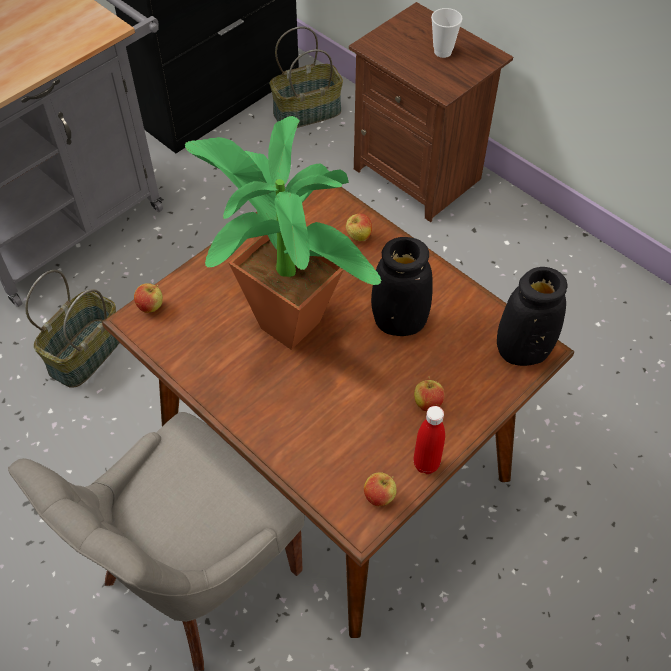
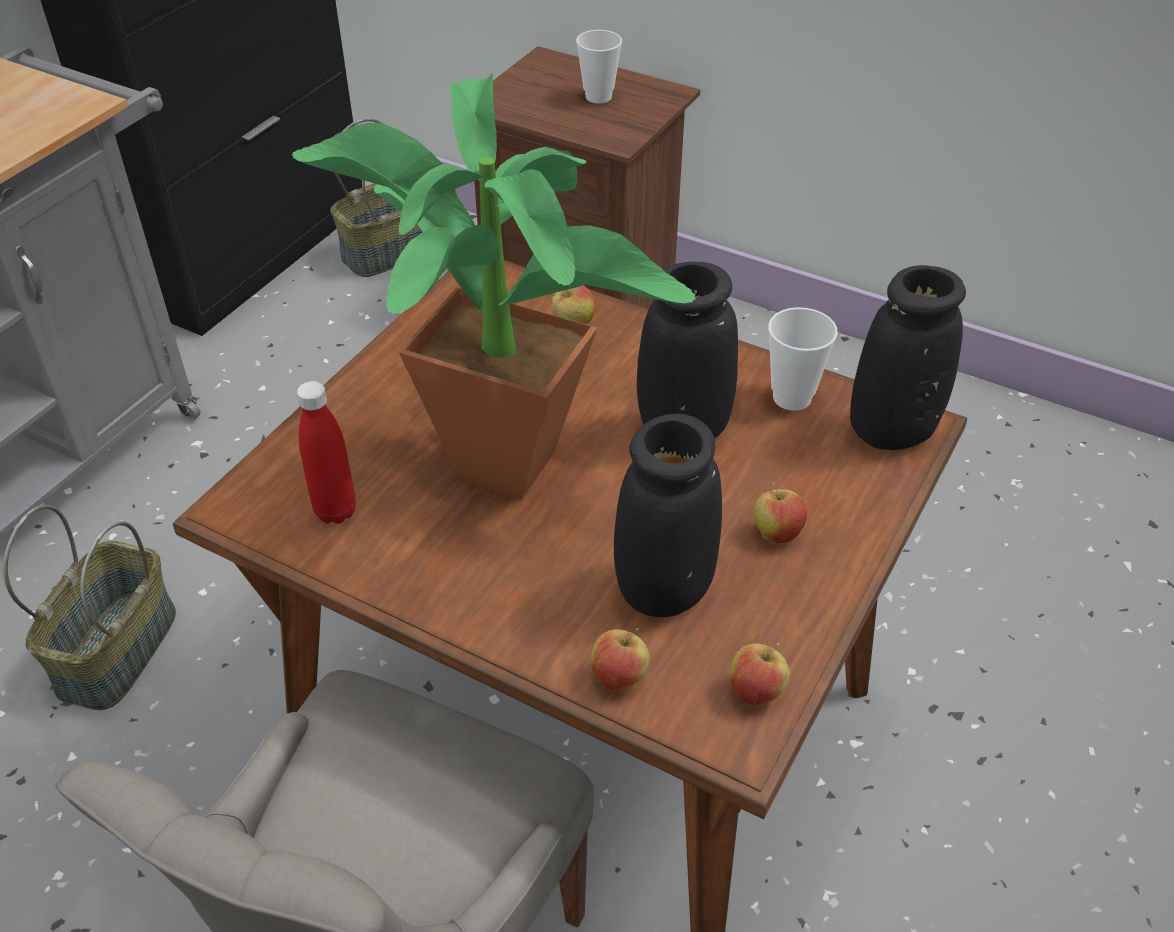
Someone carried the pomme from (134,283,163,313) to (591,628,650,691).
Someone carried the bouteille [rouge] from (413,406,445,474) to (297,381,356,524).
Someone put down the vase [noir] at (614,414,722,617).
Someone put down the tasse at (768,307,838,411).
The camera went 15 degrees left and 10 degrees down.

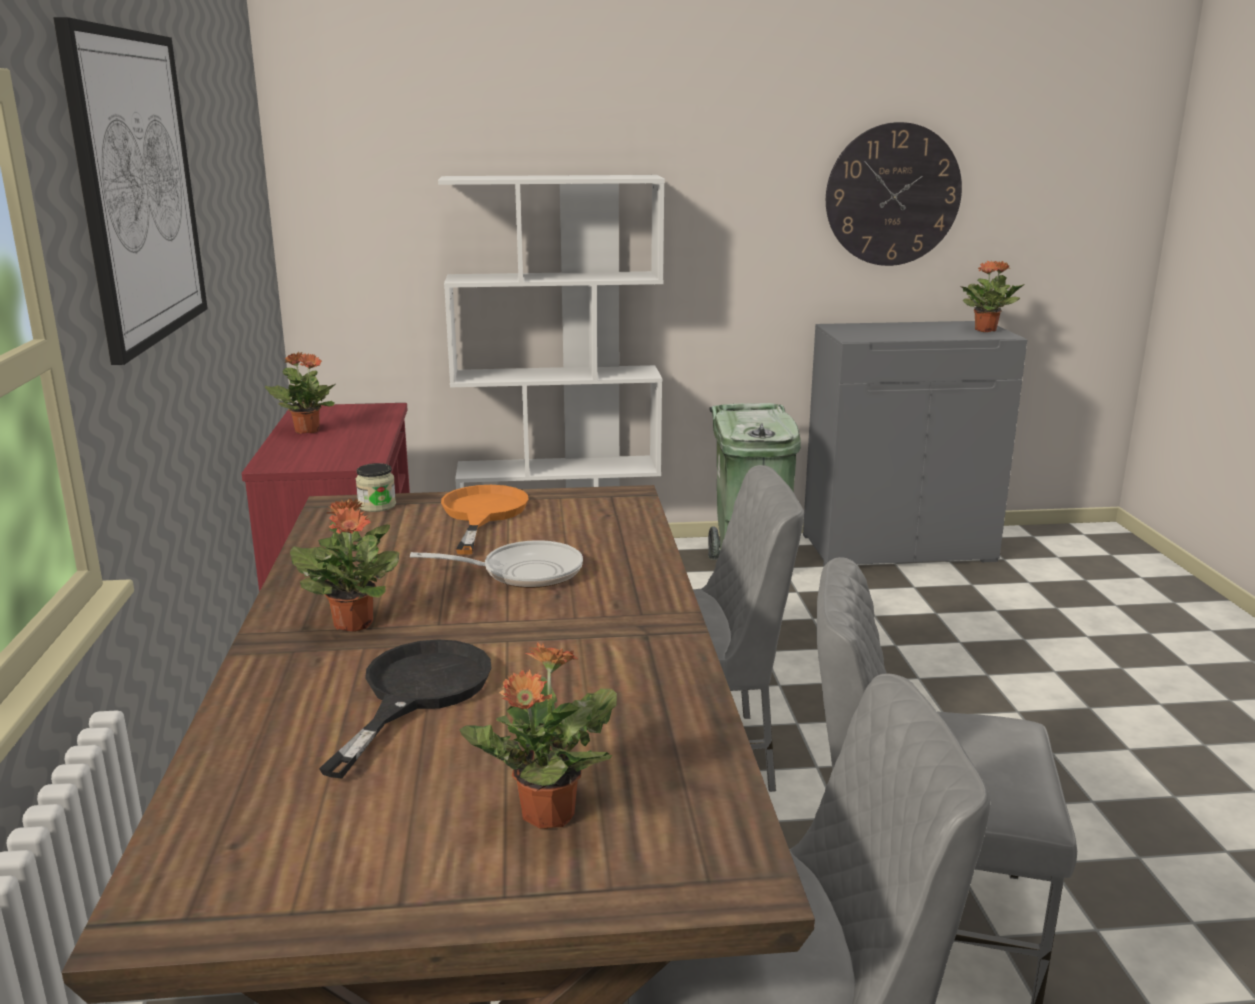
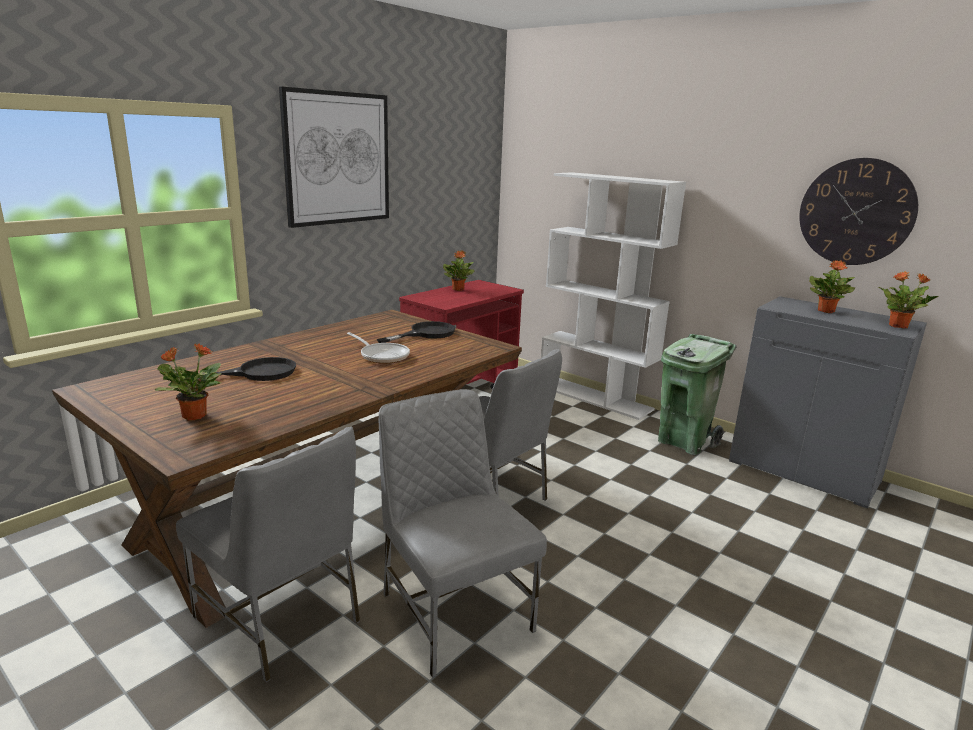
Someone carried the plante en pot from (290,498,399,631) to (809,260,855,313).
Someone took away the bocal at (356,463,396,512).
Someone repainted the poêle [orange] at (441,485,528,555), which became the poêle [noir] at (377,321,456,343).
The camera went 45 degrees right and 0 degrees up.

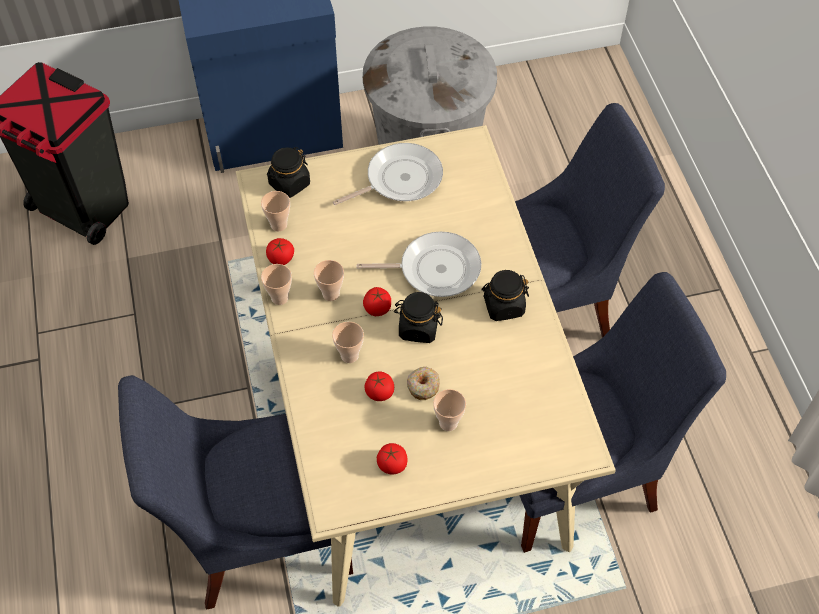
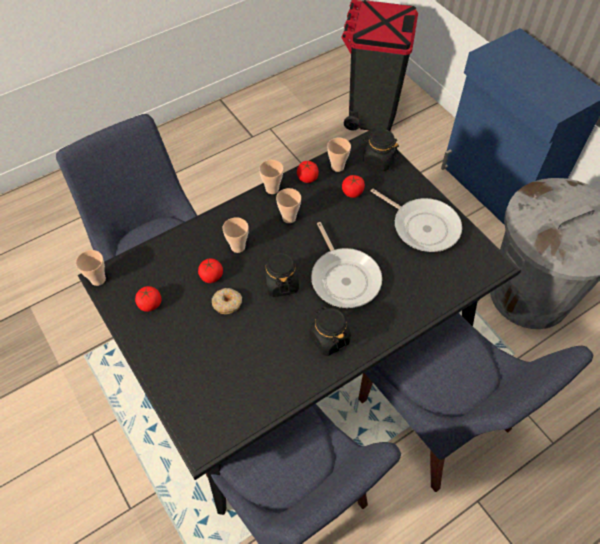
Someone repainted the table à manger [beige] at (236,125,616,607), which became the table à manger [noir] at (78,128,521,515).
Someone carried the tomate from (363,287,391,316) to (342,175,365,198).
Someone carried the tasse from (433,389,466,431) to (76,250,106,286).
The camera went 70 degrees right and 0 degrees up.

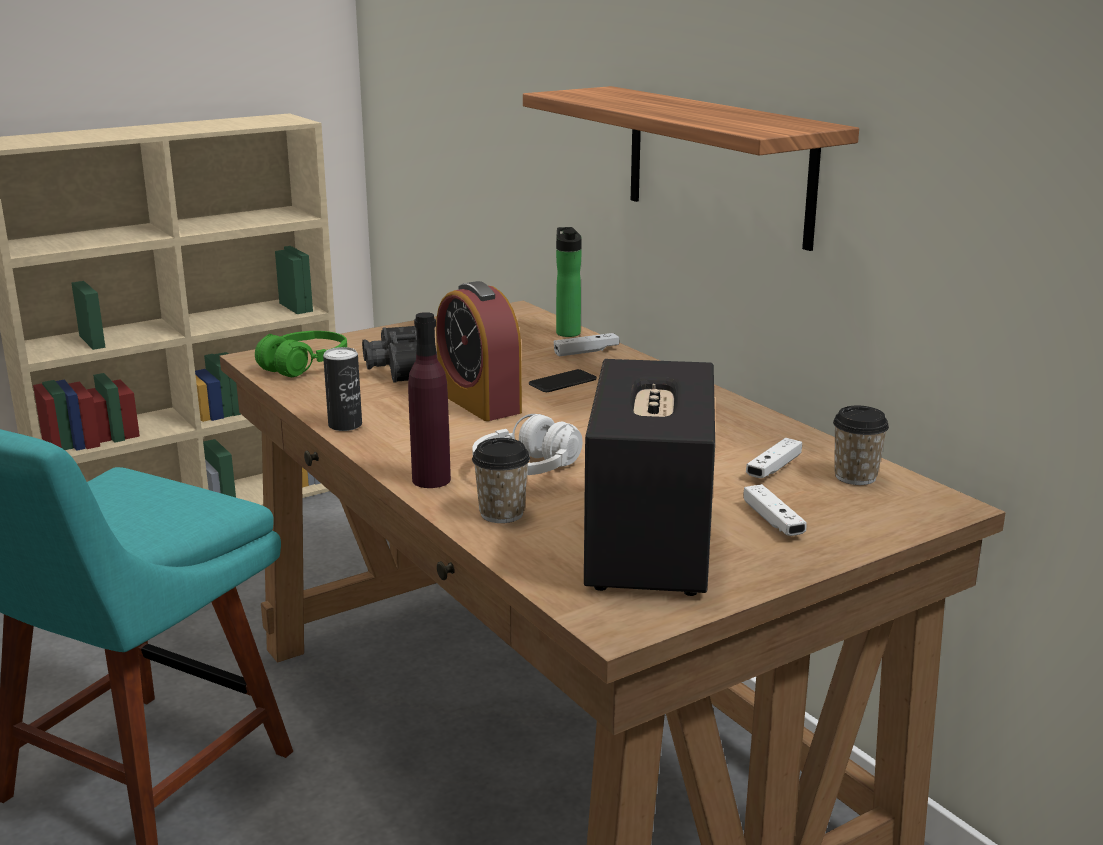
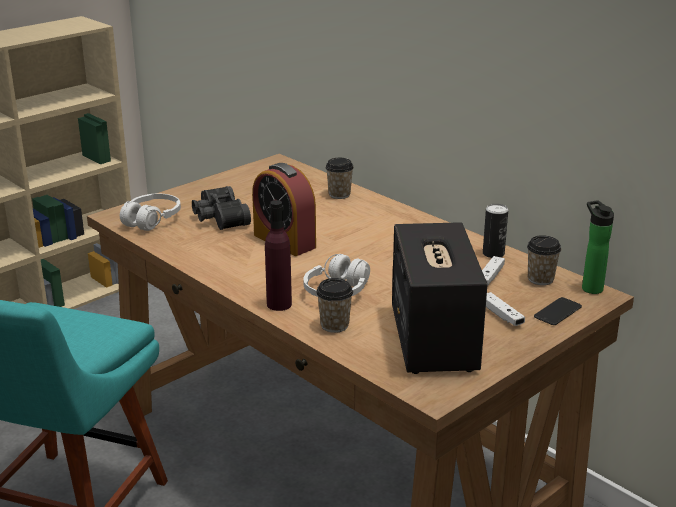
Someone repainted the casque audio [vert] at (255,331,347,377), which became the casque audio [blanc] at (120,194,181,231).
Someone carried the boîte métallique from (323,347,362,431) to (483,204,508,258).
Someone took away the étagère at (523,86,859,251).
Someone carried the téléphone from (529,369,597,392) to (534,297,582,325).
Someone swapped the manette [blanc] at (554,333,619,356) for the tasse at (325,158,354,199).
Someone carried the bouteille from (556,227,582,337) to (582,200,614,294).
The camera went 10 degrees left and 5 degrees up.

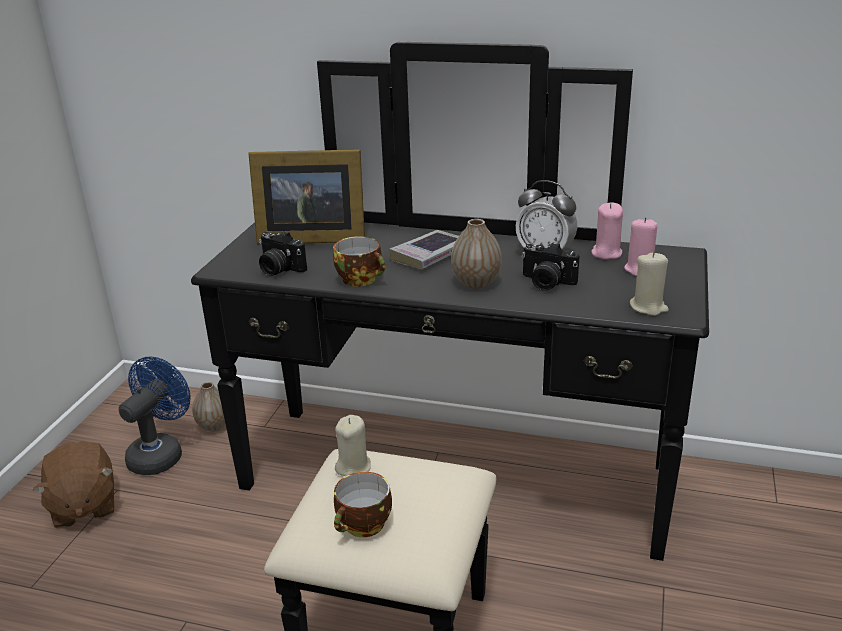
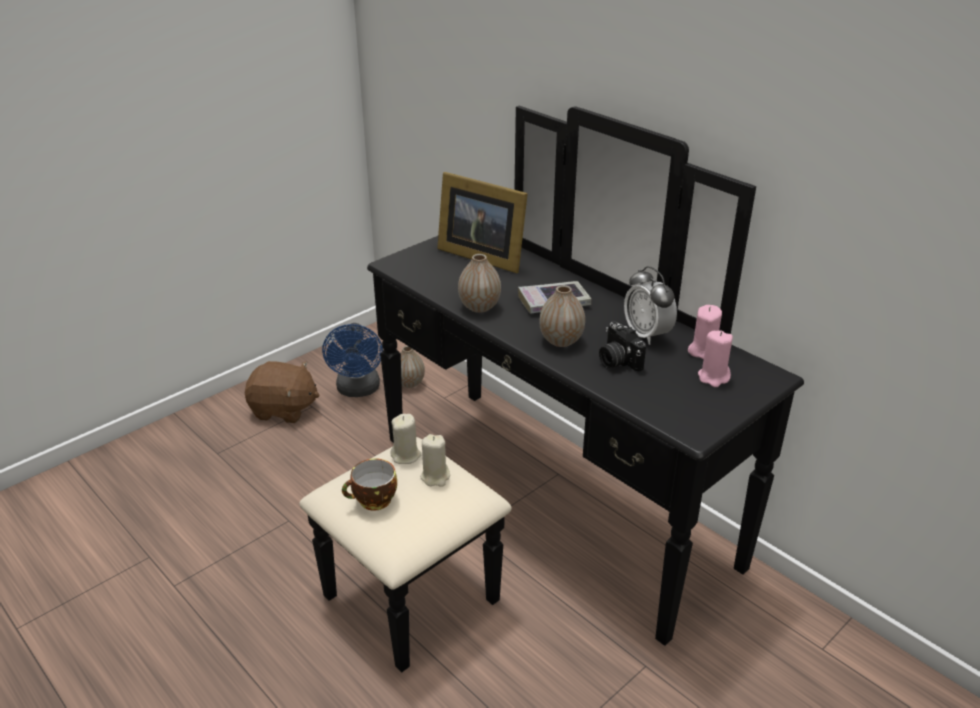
Someone rotated the peluche [marron] at (33,441,114,528) by 90 degrees counterclockwise.
Someone rotated the ventilateur [bleu] at (119,357,191,475) by 120 degrees clockwise.
Someone took away the appareil photo at (259,231,307,276).
Someone swapped the tasse at (333,236,385,287) for the vase at (458,254,501,313).
Someone carried the bougie [beige] from (630,252,669,316) to (420,434,450,487).
The camera went 30 degrees right and 5 degrees up.

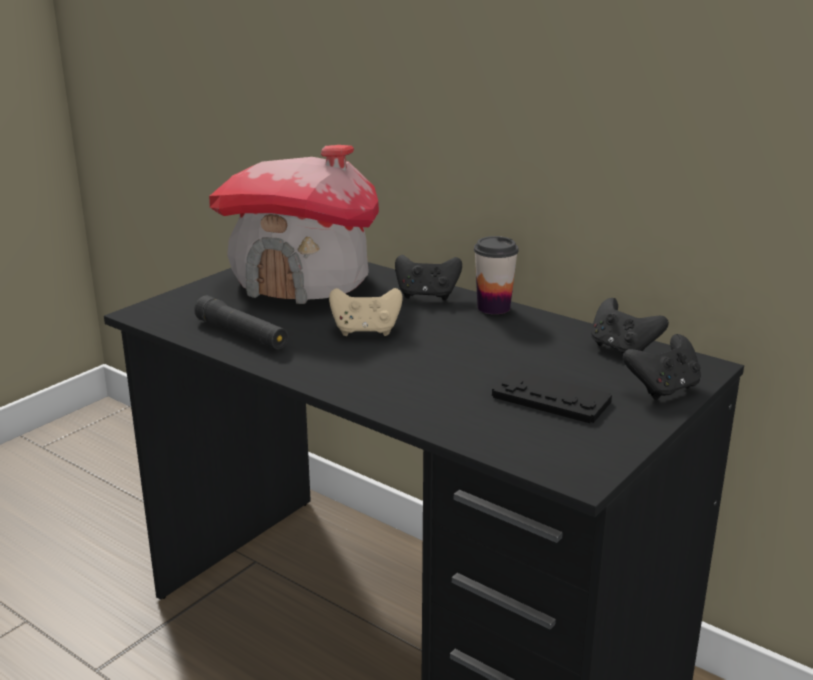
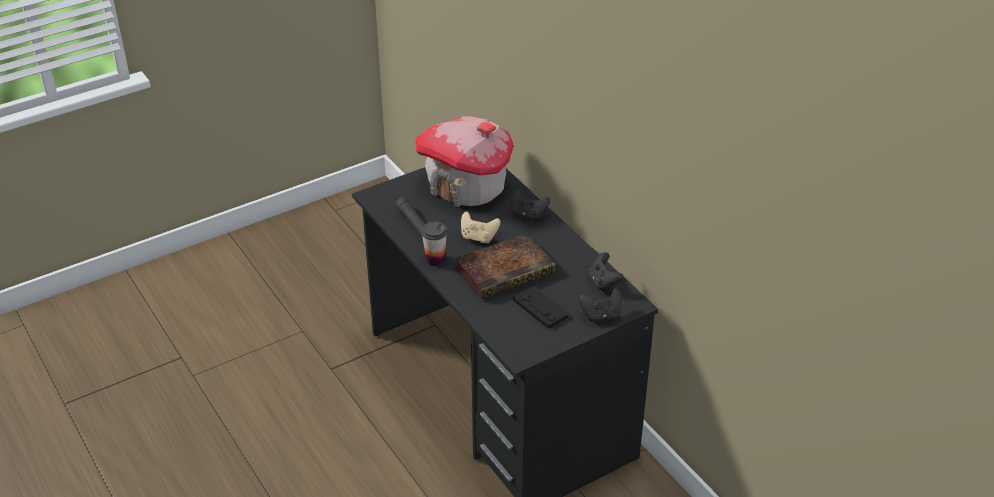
Someone carried the tasse from (474,236,519,314) to (421,221,447,266).
Someone put down the livre at (455,233,556,299).
The camera went 20 degrees right and 15 degrees up.

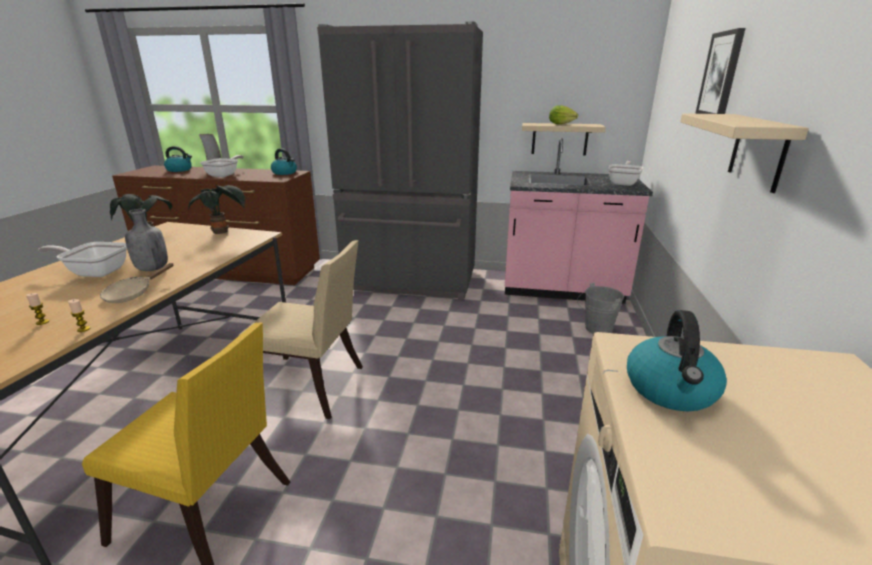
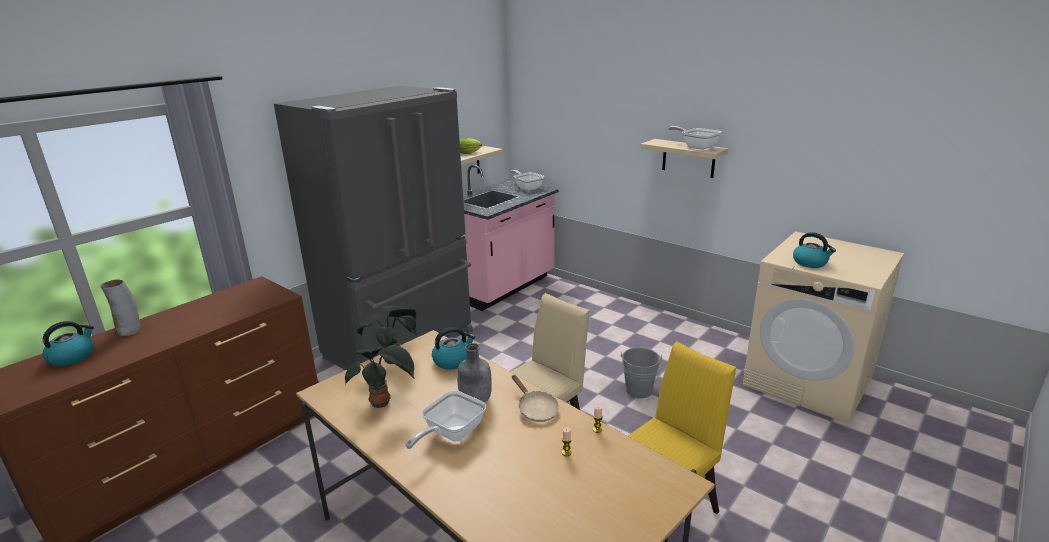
Someone carried the poêle from (200,155,244,177) to (668,126,722,150).
Someone carried the bouilloire from (271,148,297,175) to (432,327,475,370).
Someone carried the seau [gris] from (577,283,624,334) to (621,347,662,398).
Someone took away the tableau at (695,28,745,114).
The camera went 60 degrees left and 0 degrees up.

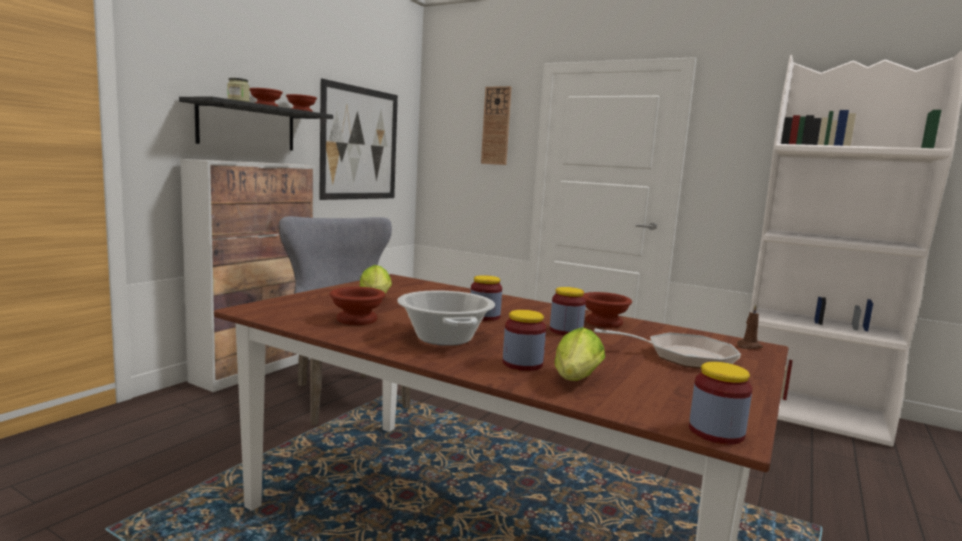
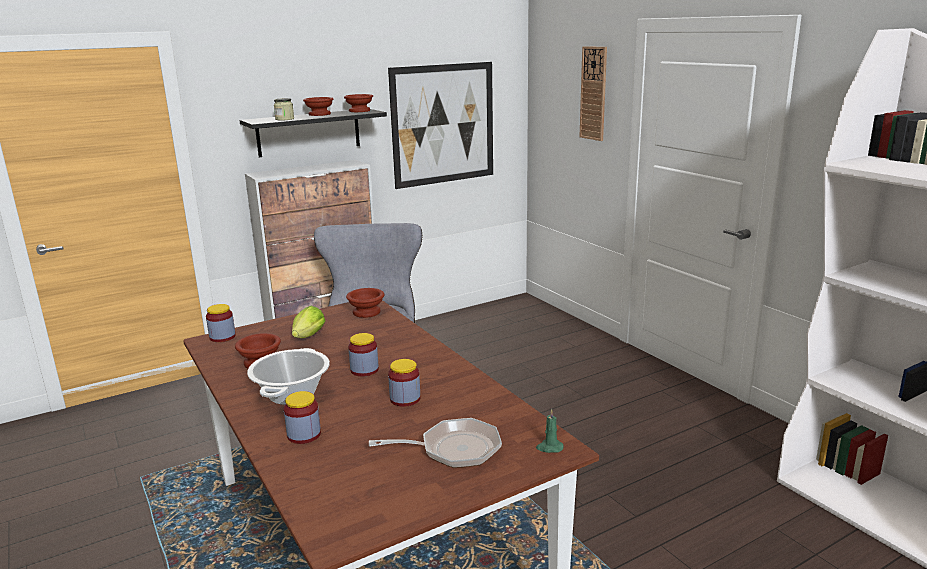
Someone took away the laitue at (555,327,605,381).
Someone carried the bol [marron] from (584,292,632,328) to (346,288,384,318).
Someone rotated the poêle at (594,328,741,369) by 45 degrees counterclockwise.
Someone carried the bocal from (689,362,753,445) to (206,304,236,342).
Someone repainted the bougie [marron] at (737,304,763,349), which became the bougie [vert] at (536,409,564,453).
The camera went 30 degrees right and 10 degrees up.

